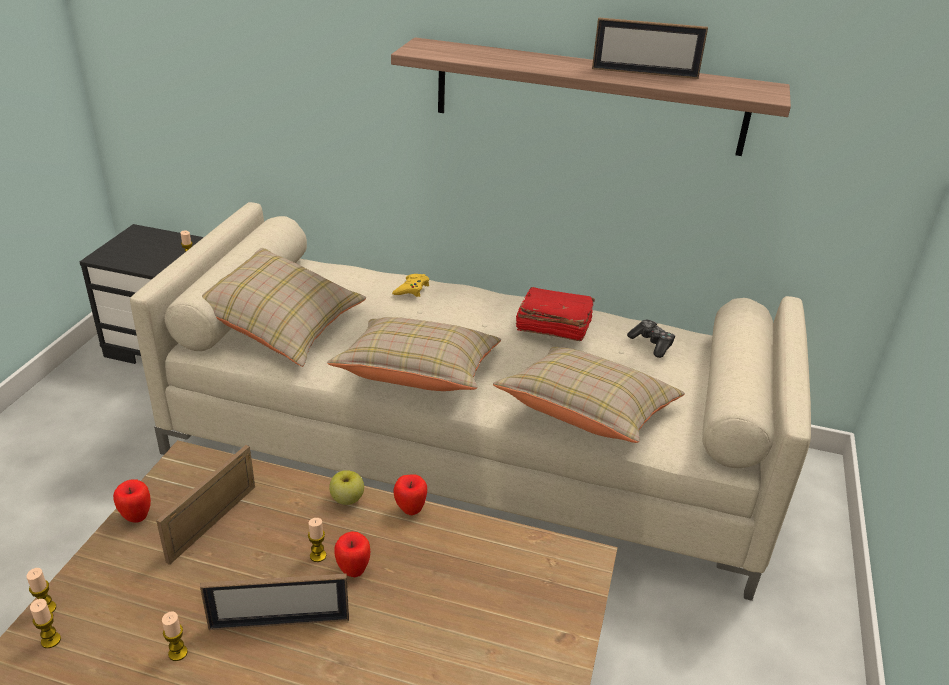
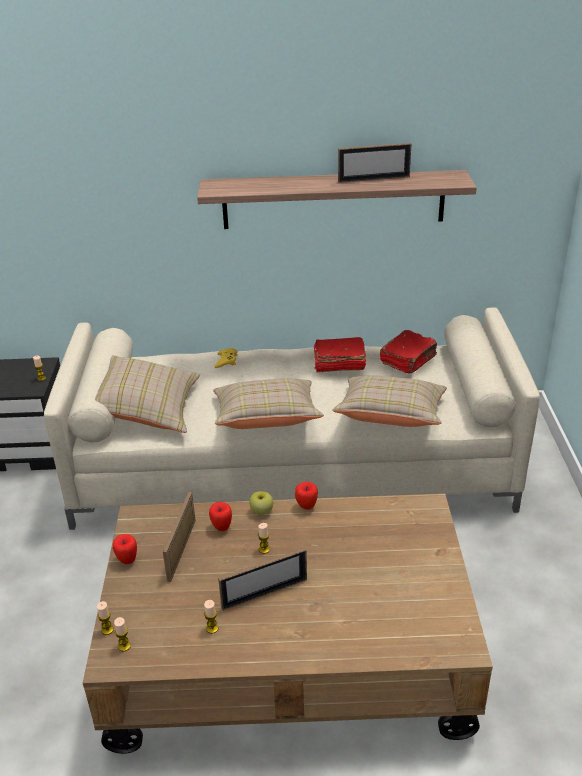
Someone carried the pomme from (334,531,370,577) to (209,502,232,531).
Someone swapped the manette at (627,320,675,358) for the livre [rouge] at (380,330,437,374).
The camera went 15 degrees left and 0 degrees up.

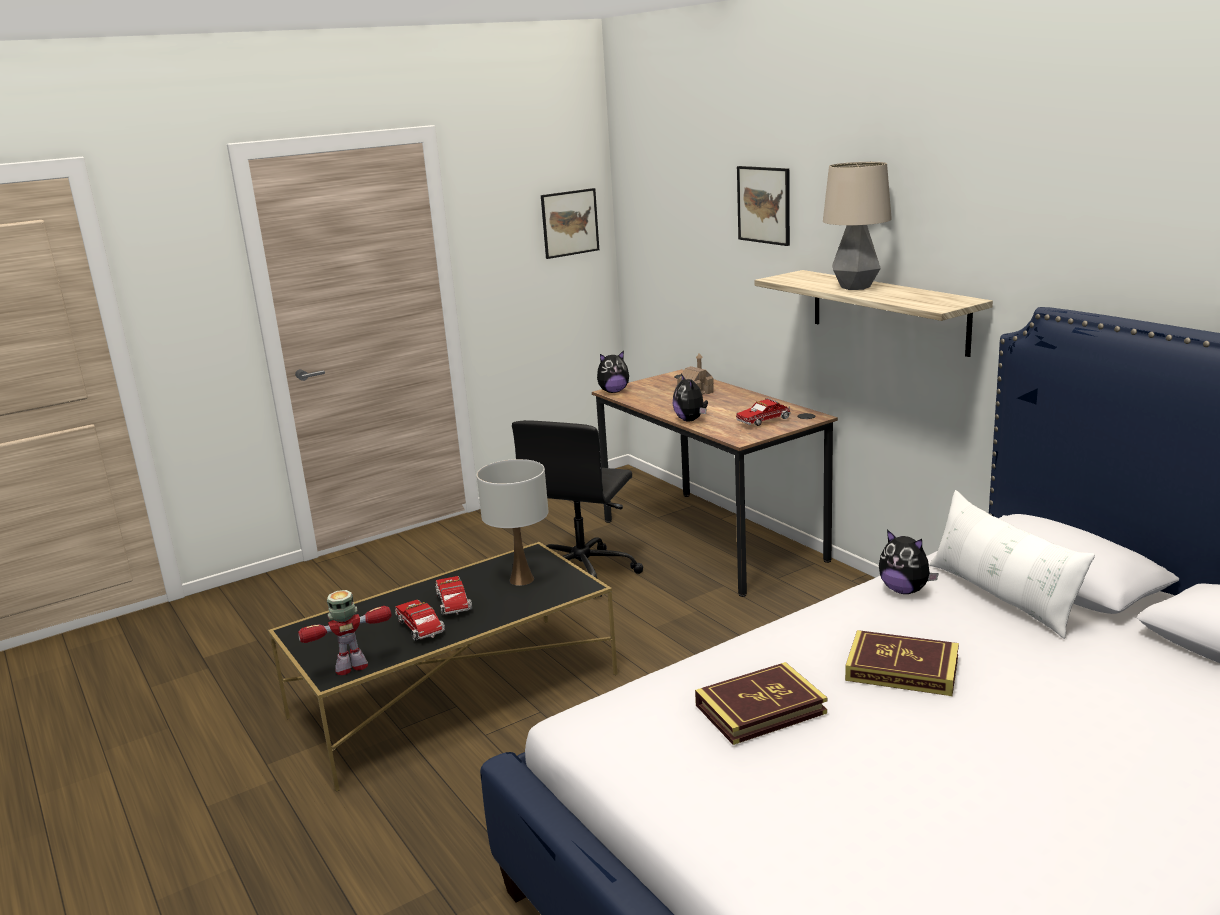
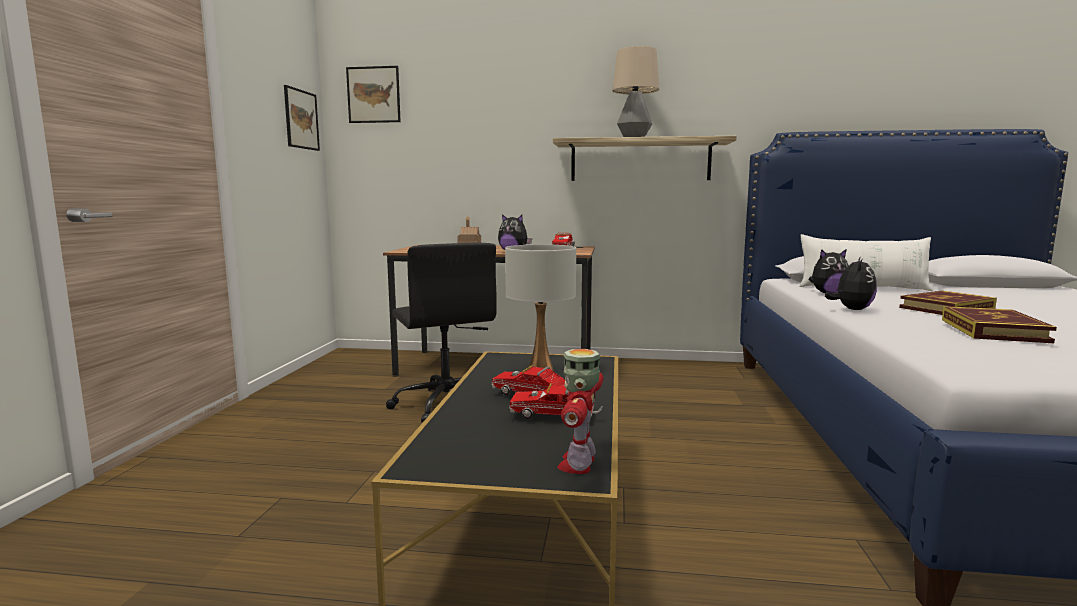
Someone carried the peluche from (597,351,629,393) to (825,256,877,310).
Someone carried the tableau from (737,166,790,246) to (346,66,401,123).
The camera went 50 degrees left and 10 degrees down.

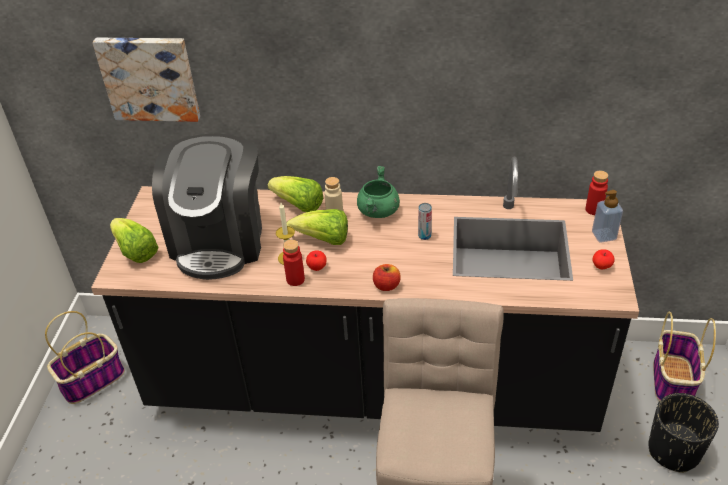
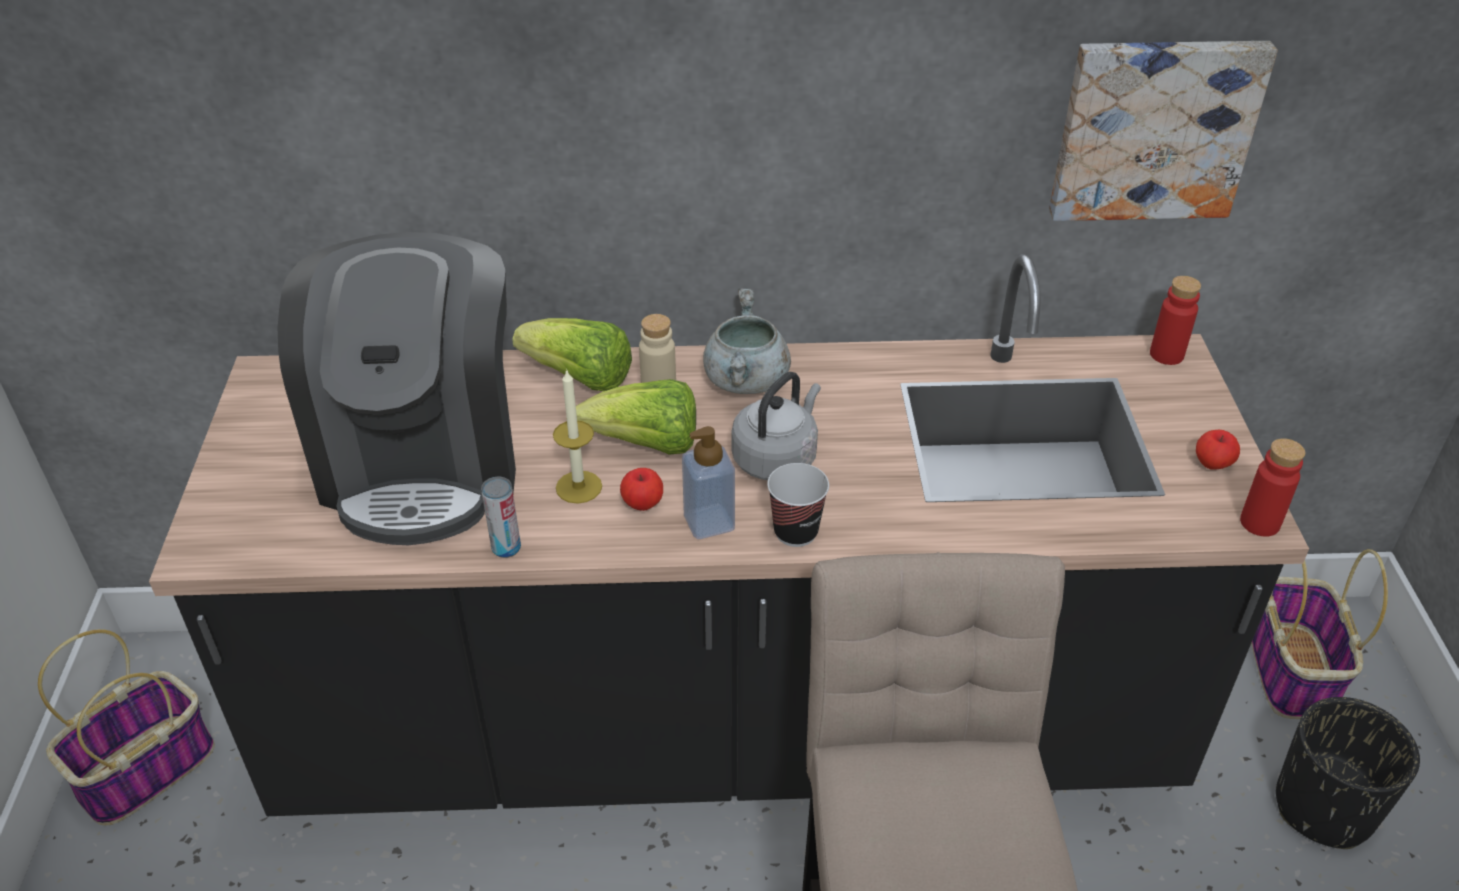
Someone carried the tableau from (92,38,200,122) to (1049,41,1278,221).
Someone took away the laitue at (110,218,159,263).
Someone carried the bouteille [rouge] from (283,240,305,286) to (1240,438,1305,536).
Someone repainted the marmite [vert] at (357,166,400,218), which became the marmite [gris] at (703,289,791,394).
Someone swapped the pomme at (373,264,401,291) for the tasse at (767,463,829,547).
Someone carried the boîte métallique from (418,203,432,240) to (481,477,521,558).
Someone carried the distributeur de savon from (592,190,623,242) to (682,426,735,539).
Someone put down the bouilloire [gris] at (731,372,821,480).
The camera went 10 degrees left and 0 degrees up.

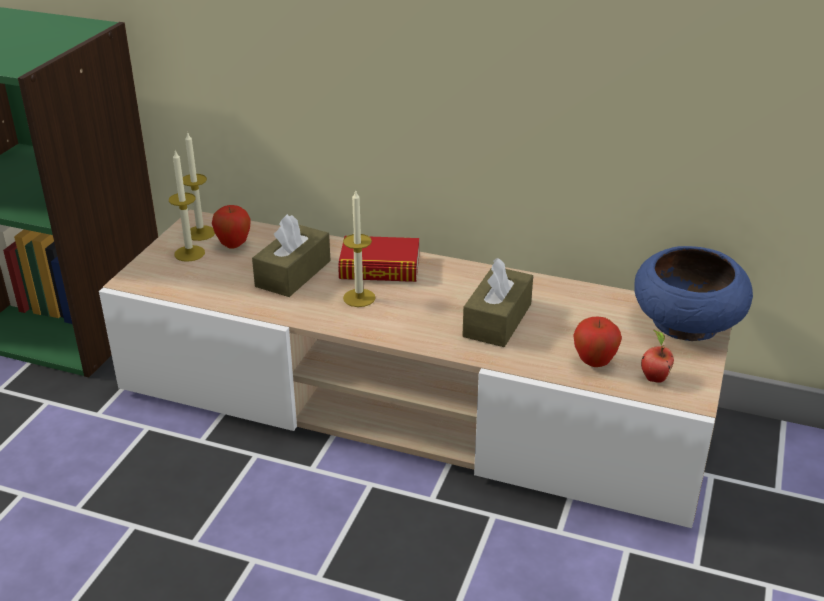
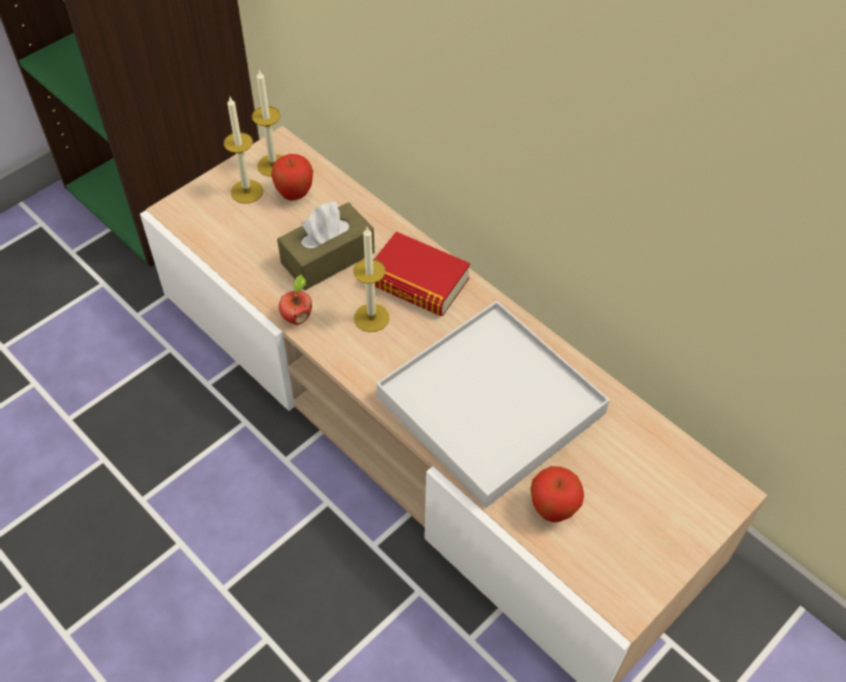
Someone swapped the boîte à mouchoirs [marron] at (462,258,533,347) for the plateau [blanc] at (377,301,610,508).
Someone took away the bol [bleu] at (634,246,753,341).
Someone carried the pomme from (641,329,674,383) to (279,274,312,325).
The camera went 25 degrees right and 20 degrees up.

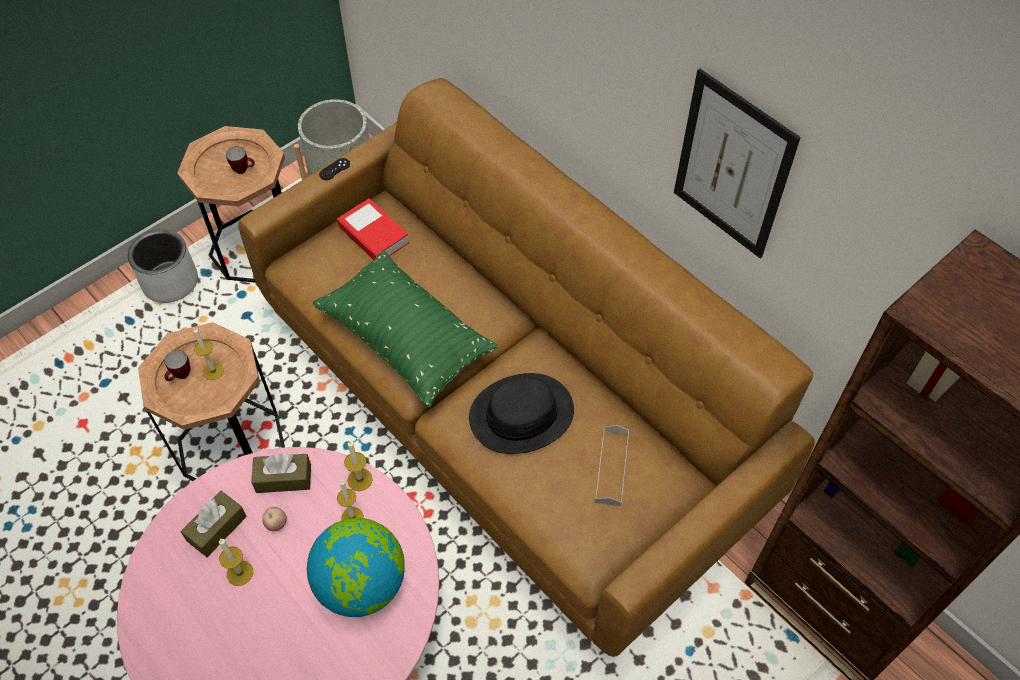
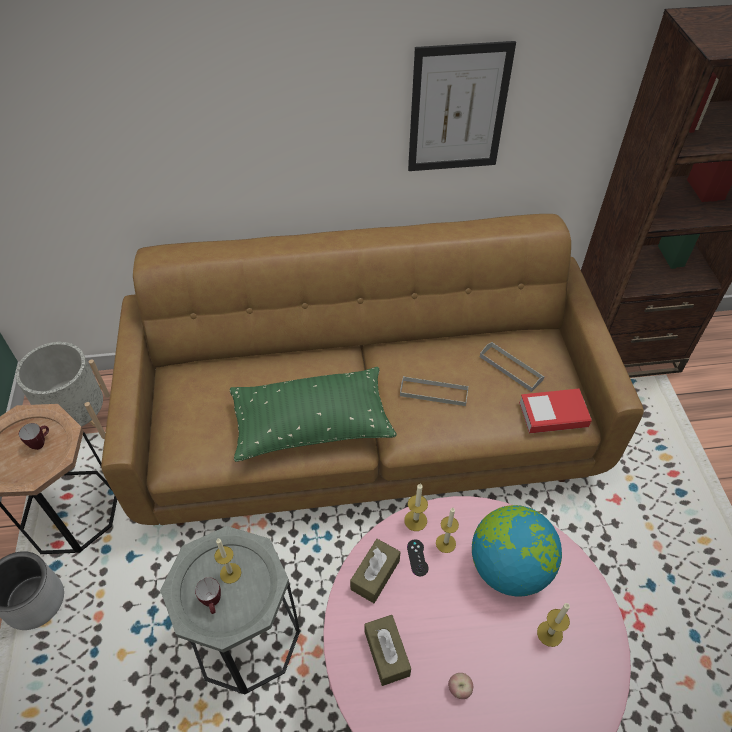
Someone repainted the table d'appoint [marron] at (138,322,285,481), which became the table d'appoint [gris] at (160,526,300,694).
Someone carried the bougie from (219,539,253,586) to (537,603,570,647).
Someone carried the pomme from (262,507,287,531) to (448,673,473,699).
Someone carried the manette [noir] from (319,158,350,180) to (407,539,429,576).
Someone carried the livre from (337,198,409,260) to (519,389,592,434).
Someone swapped the chapeau [noir] at (469,373,574,454) for the plateau [gris] at (400,376,468,406).
The camera went 55 degrees left and 5 degrees down.

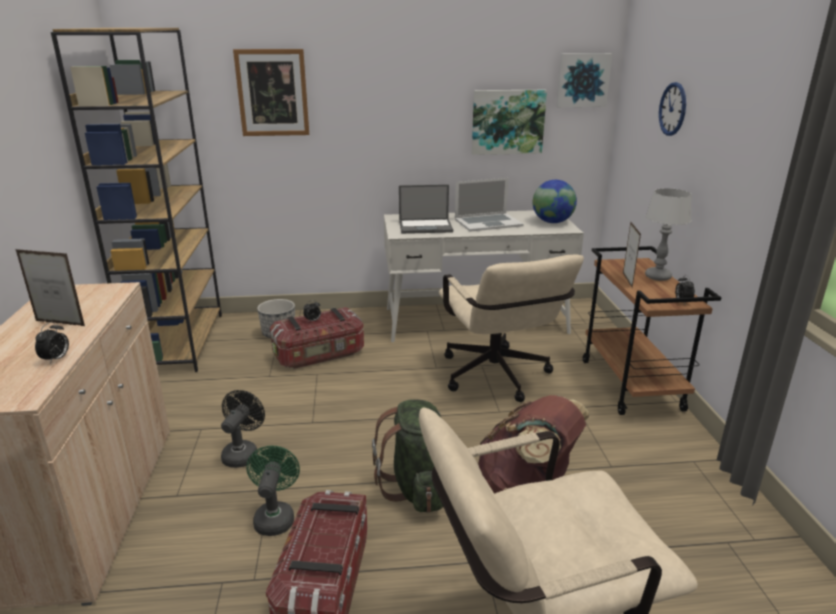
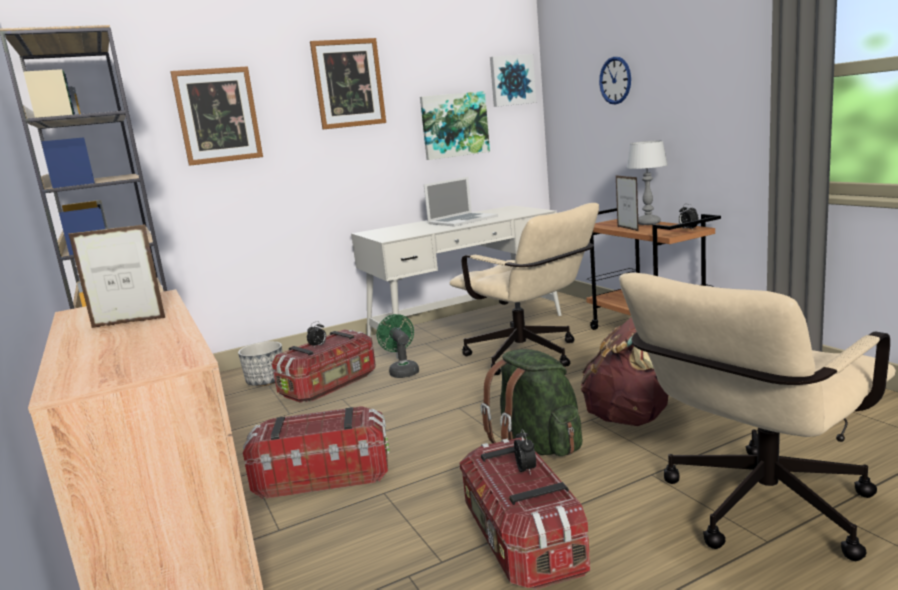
Someone carried the réveil from (35,322,69,365) to (514,429,536,475).
Someone swapped the ventilateur [noir] at (221,390,265,468) for the boîte de rangement at (243,406,390,499).
Someone carried the ventilateur [vert] from (246,445,300,536) to (376,314,419,378).
Someone took away the ordinateur portable at (399,184,453,234).
Someone took away the globe at (533,180,577,223).
Someone put up the tableau at (310,38,386,129).
The camera went 20 degrees left and 10 degrees down.

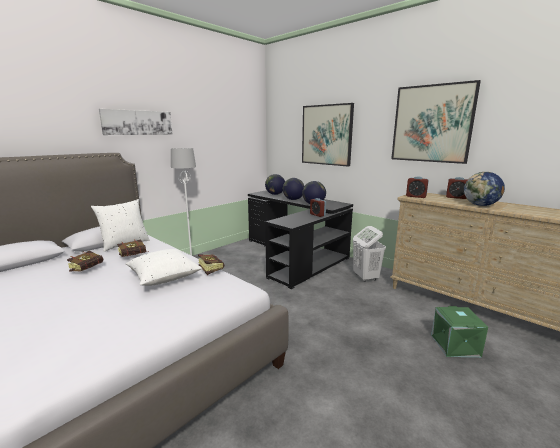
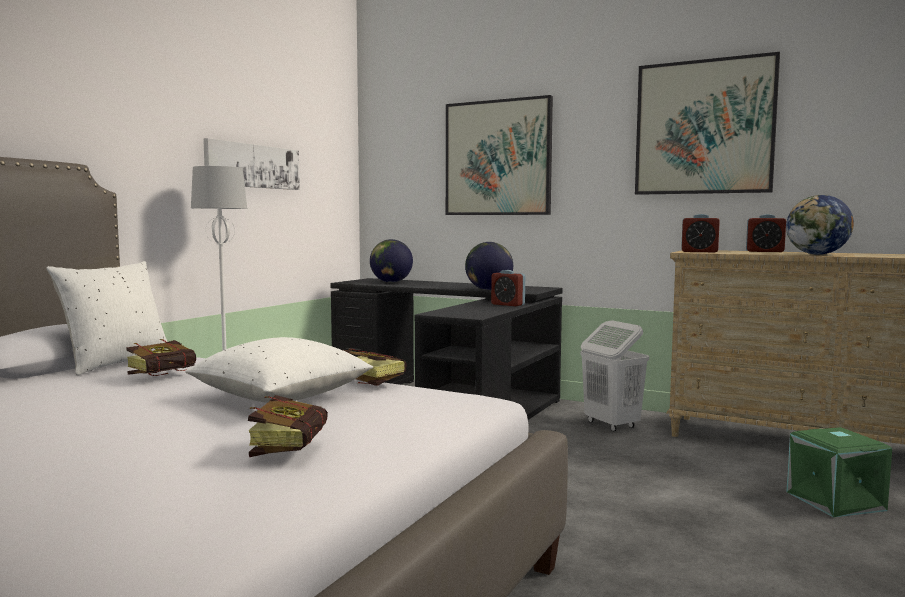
Someone carried the livre from (67,251,103,272) to (248,395,328,457).
Someone carried the tableau from (99,109,173,135) to (203,138,300,190).
Someone took away the globe at (283,178,304,200).
The camera went 15 degrees left and 10 degrees down.

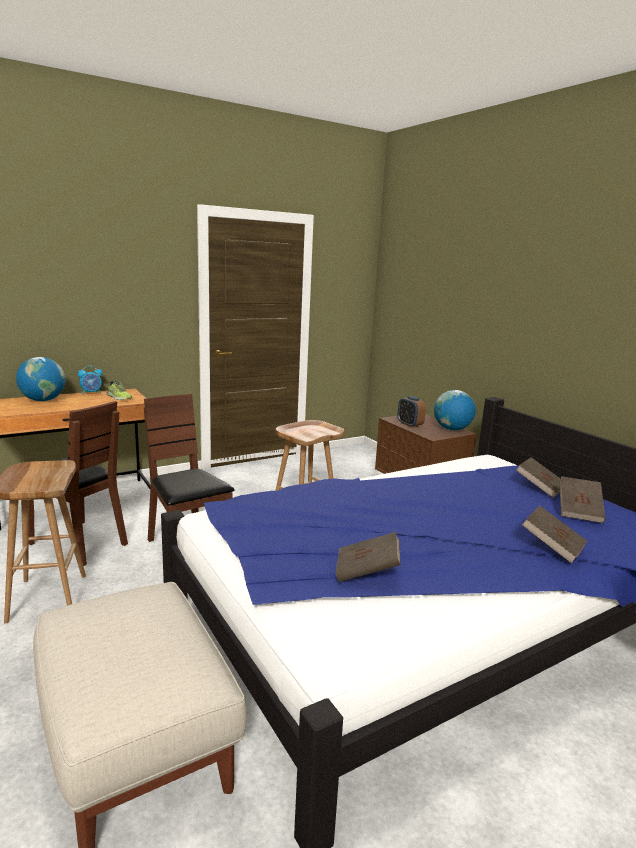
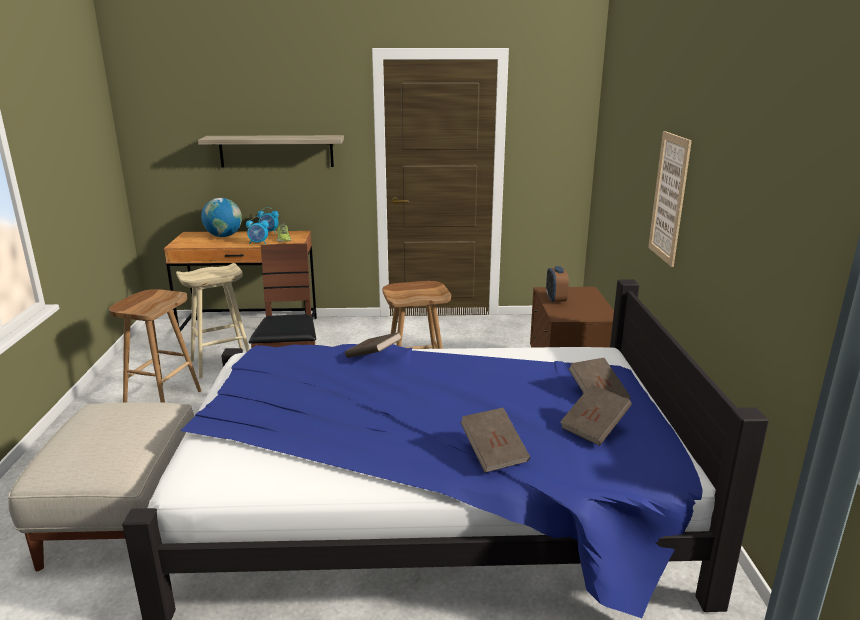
Someone swapped the chaise [marron] at (29,401,128,566) for the tabouret [beige] at (176,263,250,378).
Someone carried the livre [marron] from (336,532,401,582) to (345,332,402,358).
Someone took away the globe at (434,390,476,430).
Someone put up the étagère at (198,135,344,168).
Someone put down the réveil at (246,217,269,245).
Someone put up the tableau at (648,131,692,267).
The camera went 30 degrees right and 5 degrees up.

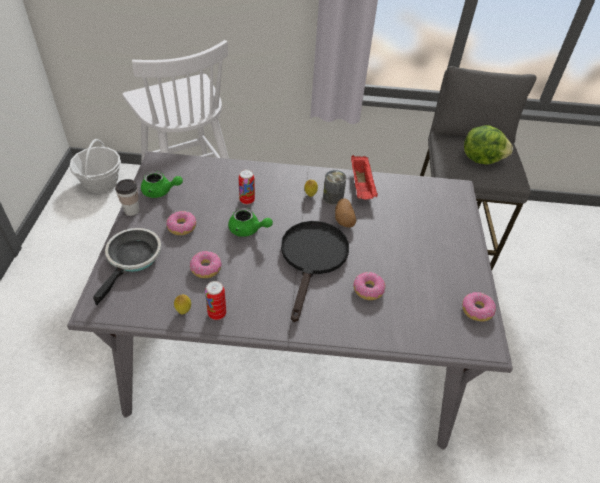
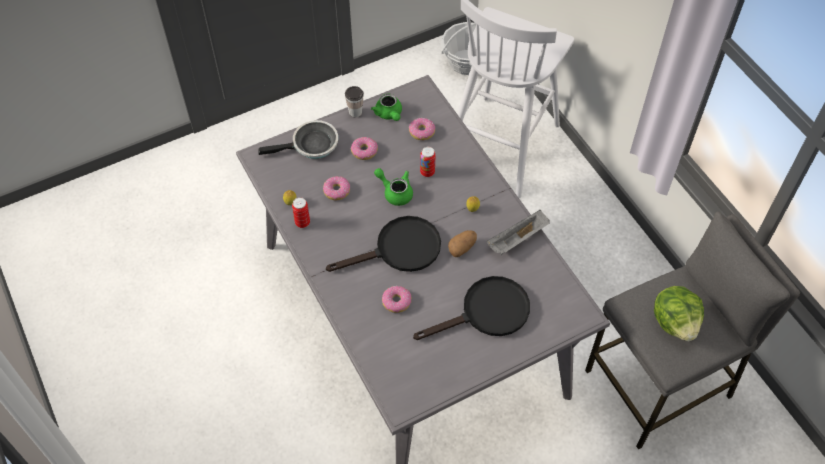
Someone rotated the théière [vert] at (228,208,273,237) by 135 degrees clockwise.
Someone took away the boîte métallique at (323,170,346,205).
Someone repainted the plateau [rouge] at (351,155,378,199), which became the plateau [gris] at (486,210,550,255).
Someone carried the beignet from (462,292,496,321) to (409,118,435,140).
Someone put down the poêle [noir] at (413,276,530,340).
The camera went 60 degrees right and 10 degrees up.

